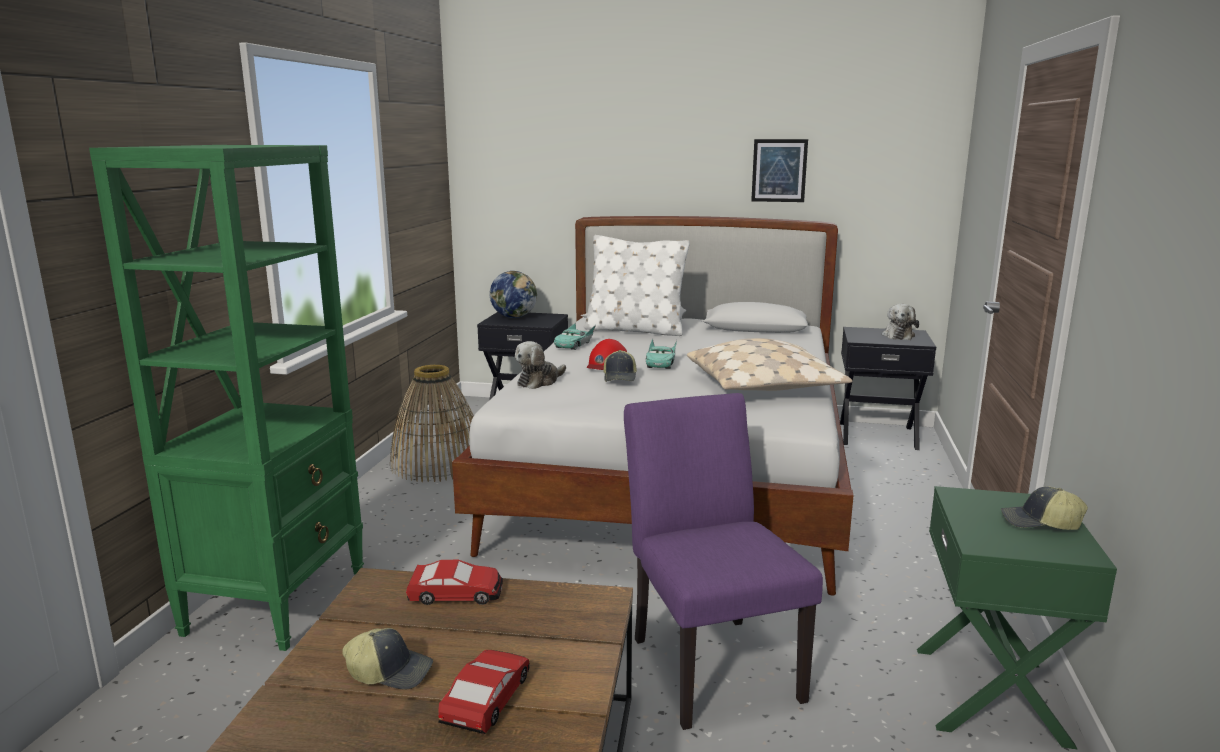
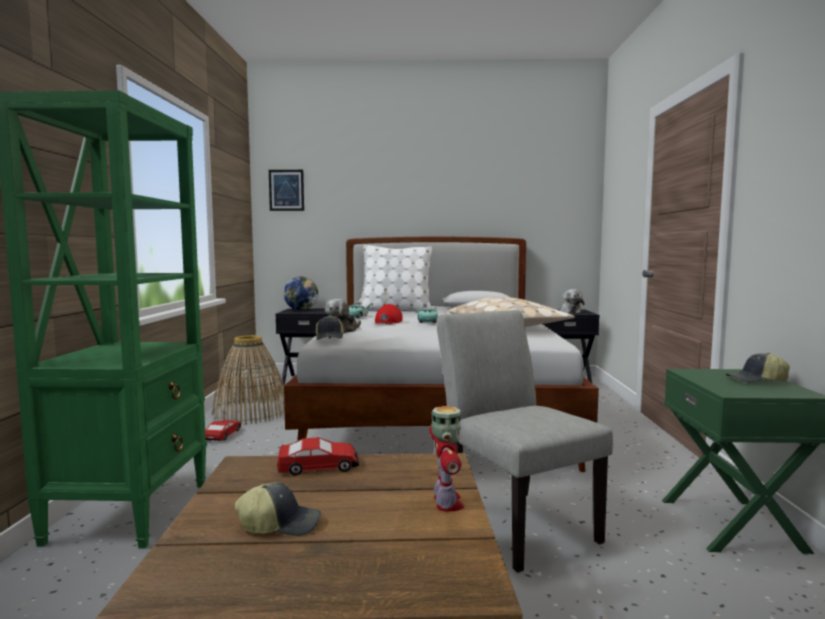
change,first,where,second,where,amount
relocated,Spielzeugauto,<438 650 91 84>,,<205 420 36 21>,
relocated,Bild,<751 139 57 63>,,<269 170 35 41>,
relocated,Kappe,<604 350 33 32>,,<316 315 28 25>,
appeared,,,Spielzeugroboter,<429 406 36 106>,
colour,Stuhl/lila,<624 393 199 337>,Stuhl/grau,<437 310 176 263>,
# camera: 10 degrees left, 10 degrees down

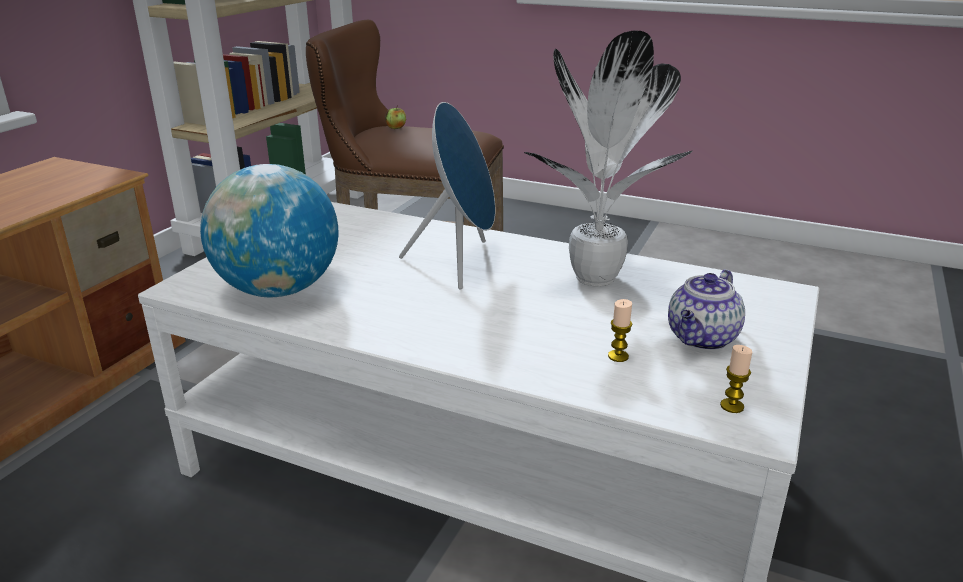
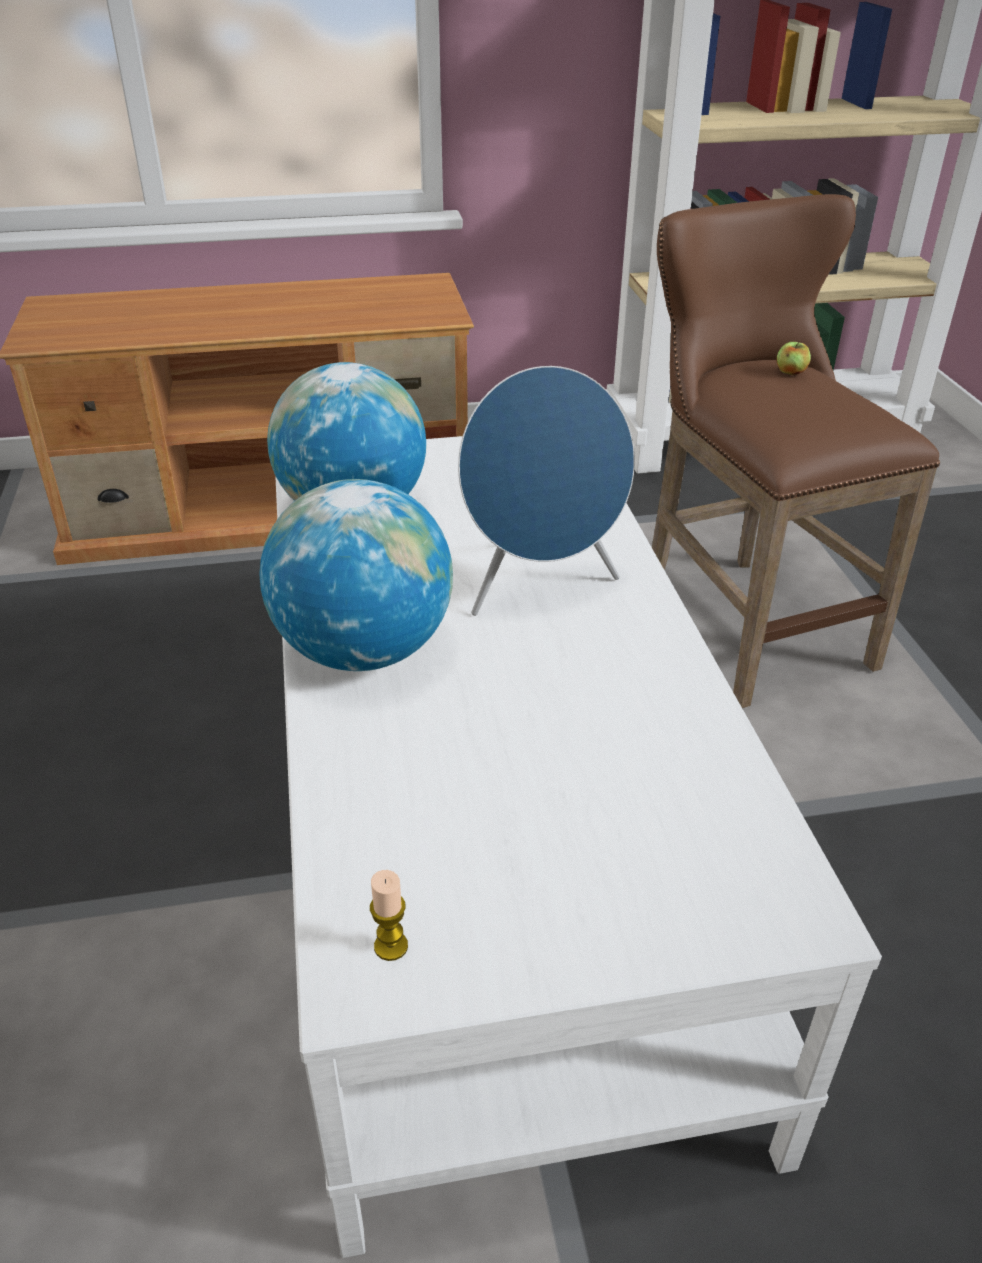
change,first,where,second,where,amount
appeared,,,Globus,<260 479 193 192>,
missing,Topfpflanze,<524 31 169 256>,,,
missing,Kerze,<608 299 24 63>,,,
missing,Teekanne,<668 270 77 80>,,,
# camera: 55 degrees right, 10 degrees up

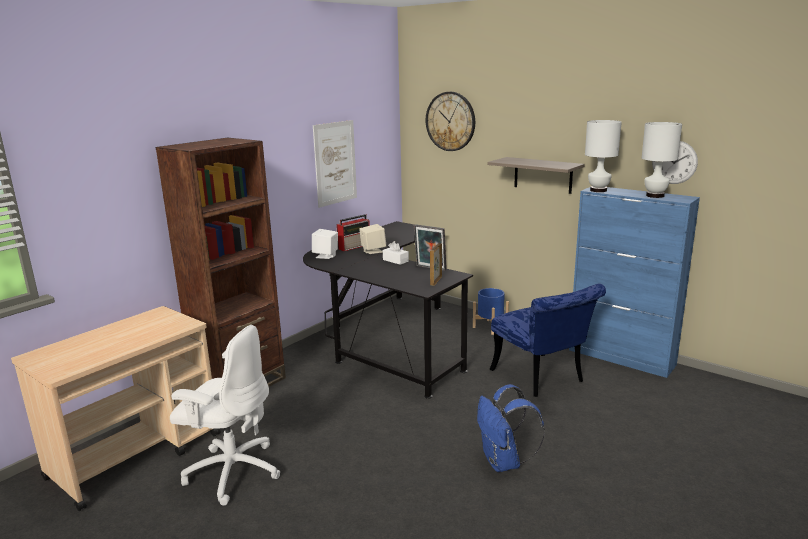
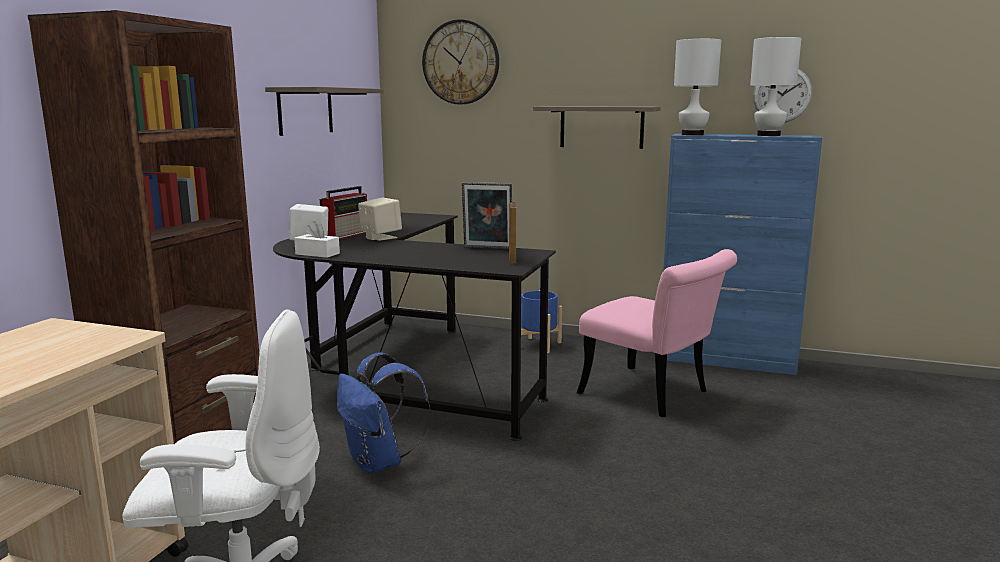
change,first,where,second,where,amount
exchanged,Bild,<313 120 44 88>,Wandregal,<265 87 119 49>,
relocated,Taschentuchbox/weiß,<383 241 26 24>,,<294 221 46 37>,
relocated,Rucksack/blau,<477 384 68 88>,,<337 352 93 122>,
colour,Stuhl/blau,<489 284 117 113>,Stuhl/rosa,<577 249 160 168>,
# camera: 20 degrees left, 5 degrees down

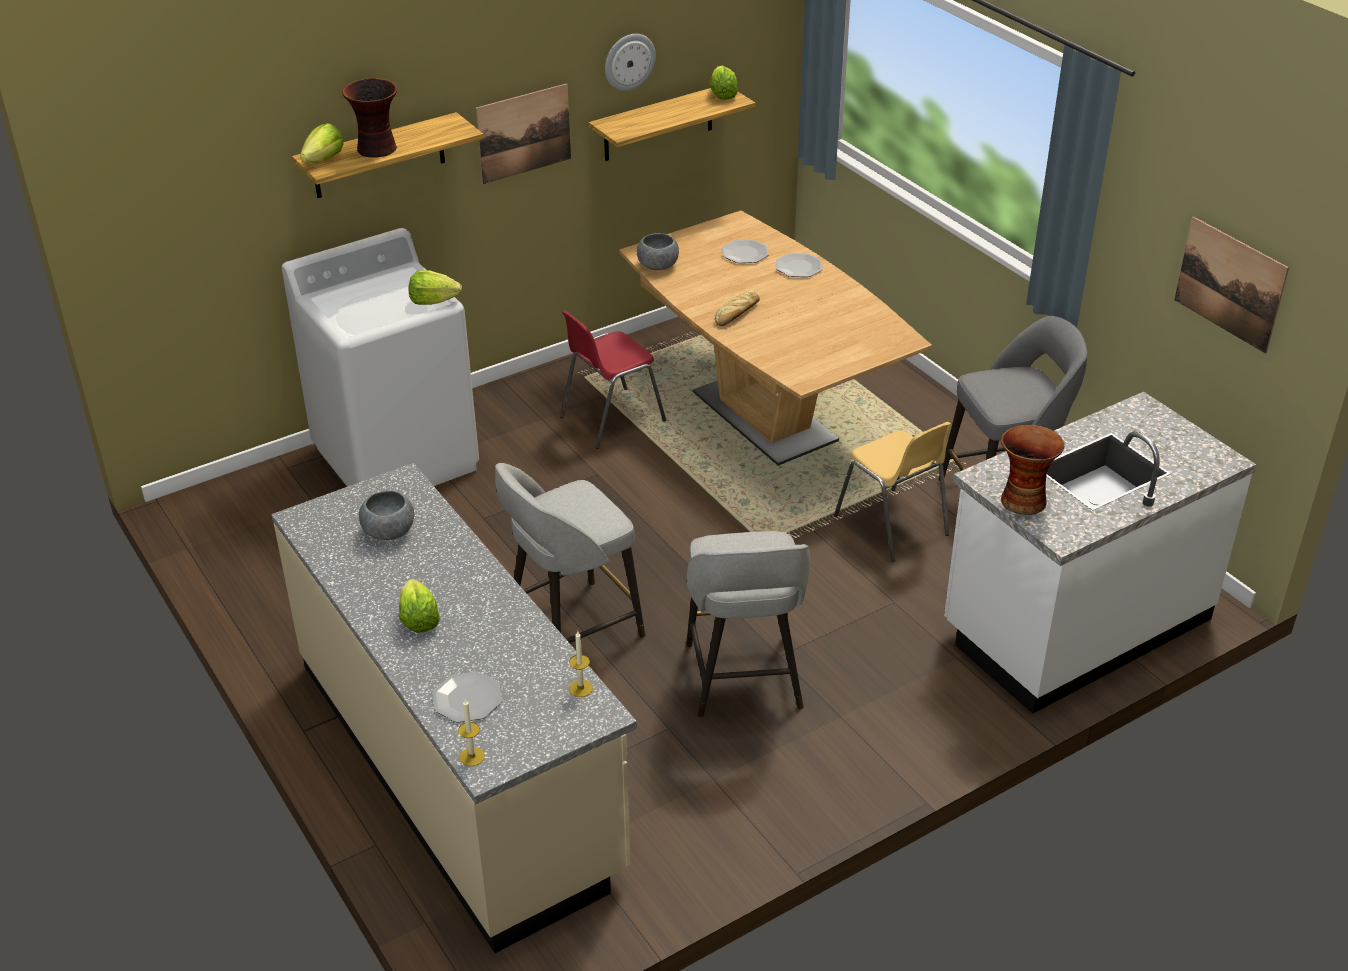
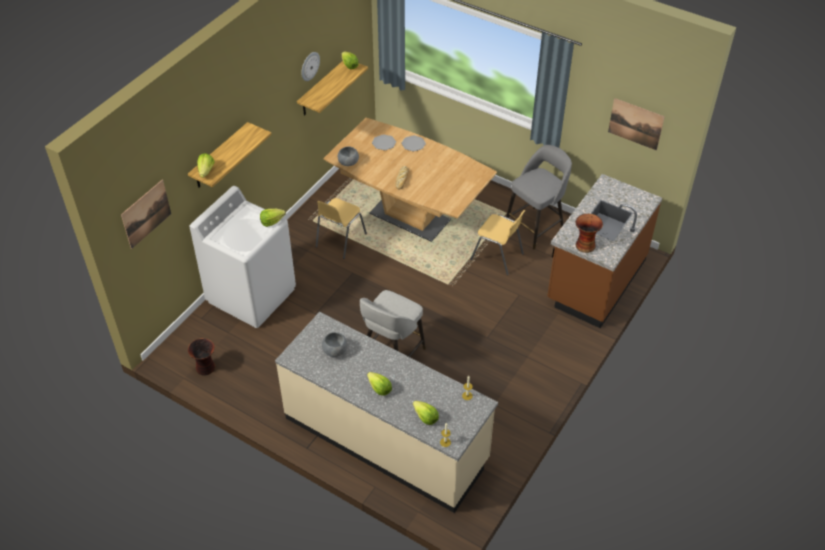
change,first,where,second,where,amount
relocated,Bild,<476 83 95 101>,,<121 180 50 69>,
relocated,Vase,<342 78 55 80>,,<188 338 27 38>,
colour,Stuhl/rot,<560 311 107 138>,Stuhl/gelb,<316 198 51 61>,
exchanged,Teller,<433 672 69 50>,Salatkopf,<413 401 26 24>,
colour,Küchenzeile/weiß,<944 392 312 322>,Küchenzeile/braun,<547 174 115 154>,
missing,Hocker/grau,<686 531 124 186>,,,
# camera: 25 degrees left, 10 degrees up

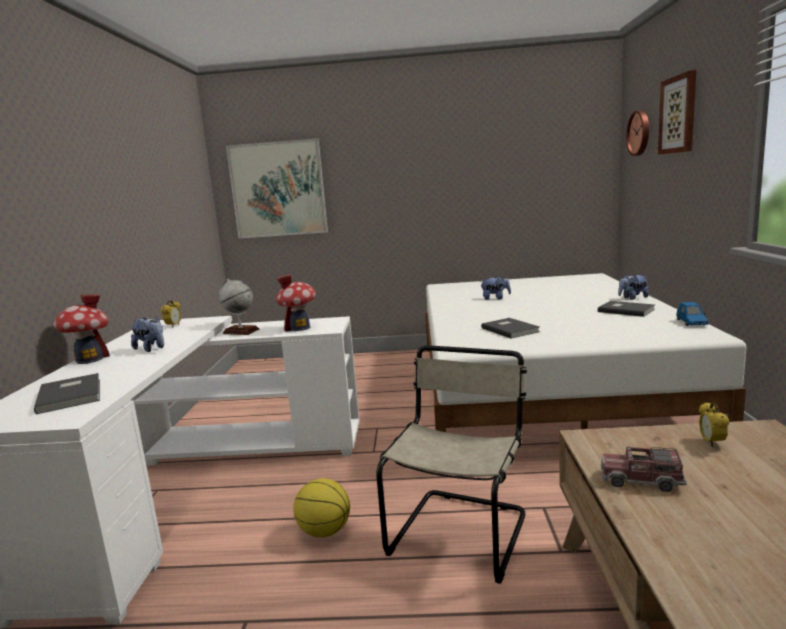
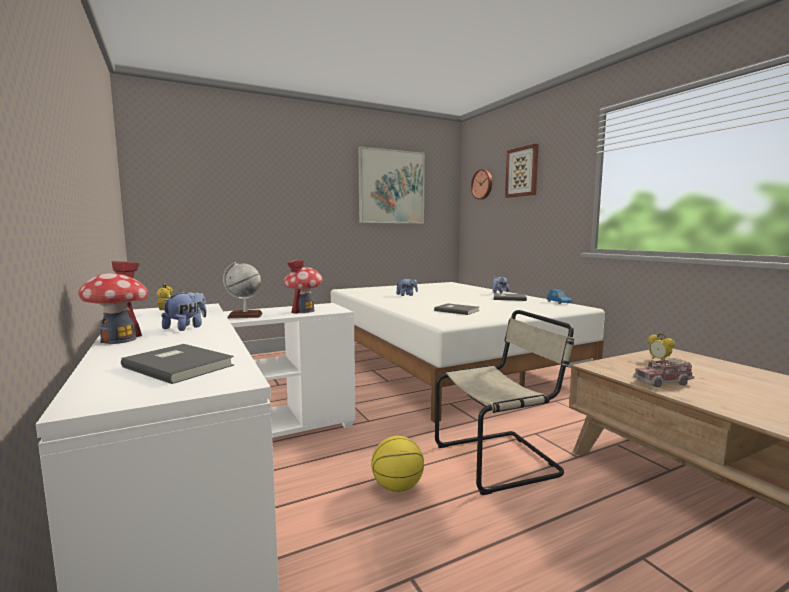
change,first,where,second,where,amount
spun,Plüschtier,<131 316 33 36>,,<162 290 45 41>,75 degrees counterclockwise
relocated,Bild,<226 138 102 101>,,<358 147 67 76>,
spun,Stuhl/beige,<376 345 151 238>,,<435 310 139 185>,75 degrees clockwise
# camera: 30 degrees left, 5 degrees down

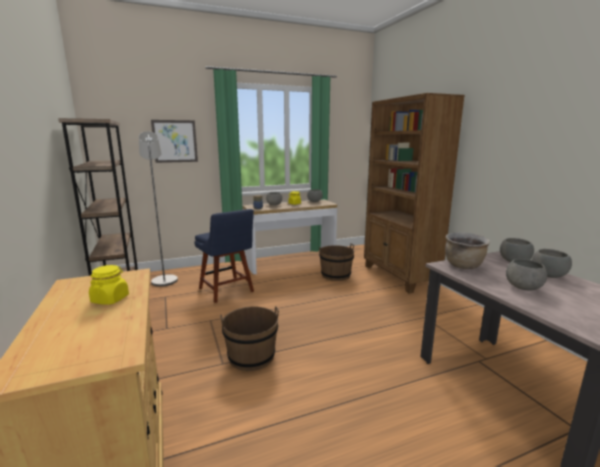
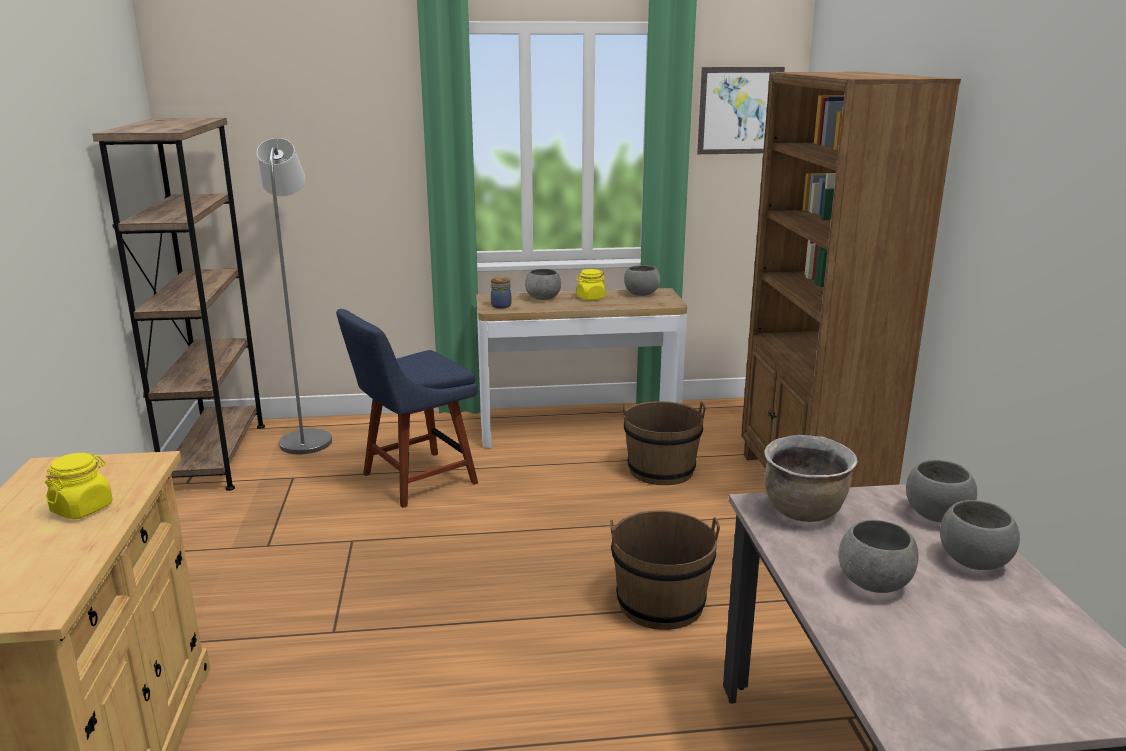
change,first,where,second,where,amount
spun,Stuhl/blau,<194 209 60 94>,,<336 309 142 199>,75 degrees clockwise
relocated,Eimer/braun,<220 306 59 65>,,<610 510 110 120>,
relocated,Bild,<151 120 47 43>,,<697 67 88 87>,
# camera: 15 degrees right, 5 degrees up

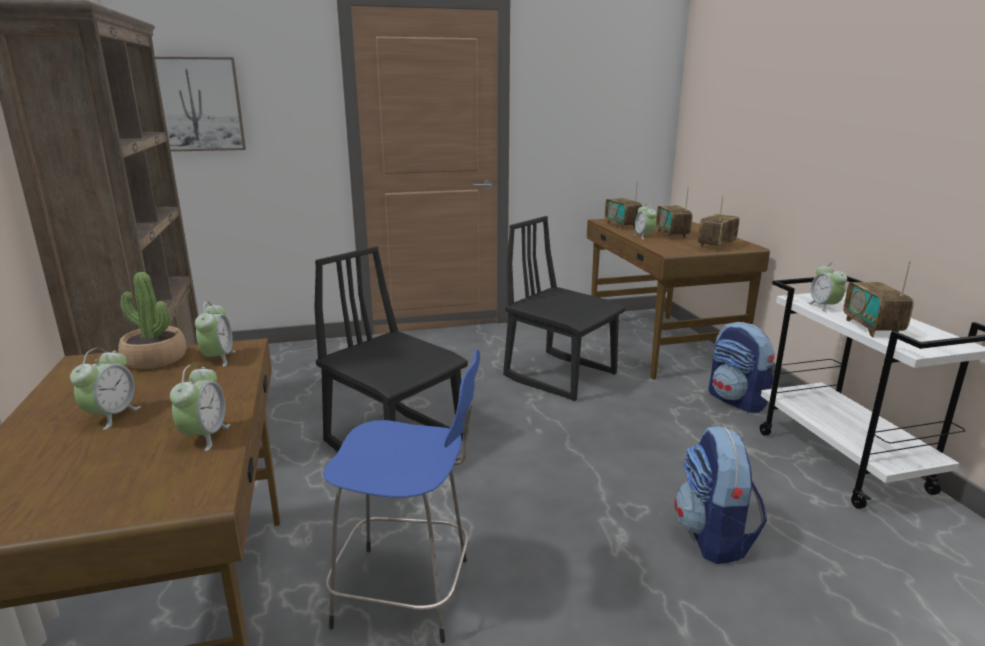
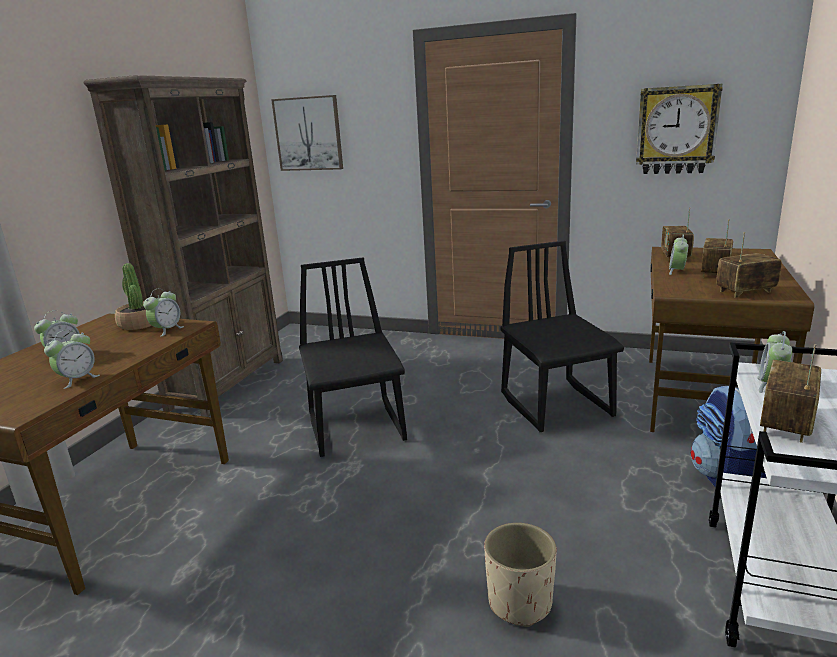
change,first,where,second,where,amount
exchanged,Rucksack,<675 426 92 138>,Pflanzkübel/beige,<484 523 73 104>,
appeared,,,Wanduhr,<636 84 87 90>,
missing,Hocker/blau,<323 349 157 294>,,,
# camera: 35 degrees right, 0 degrees up

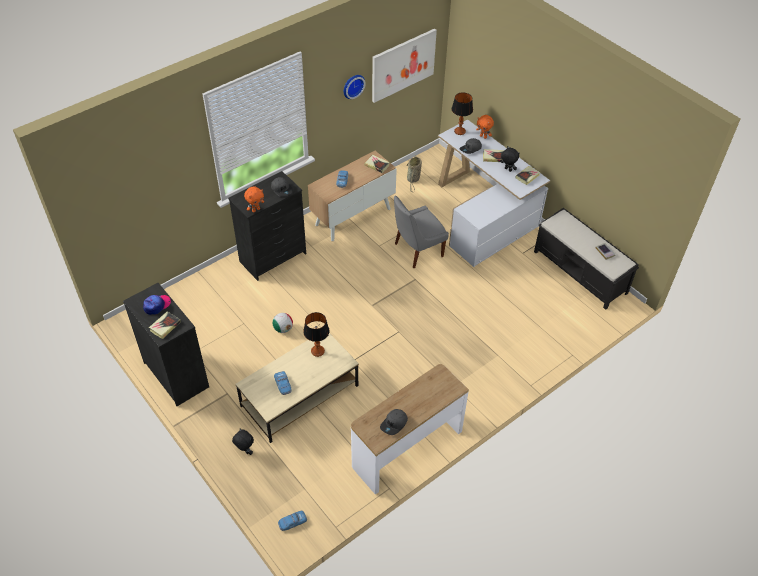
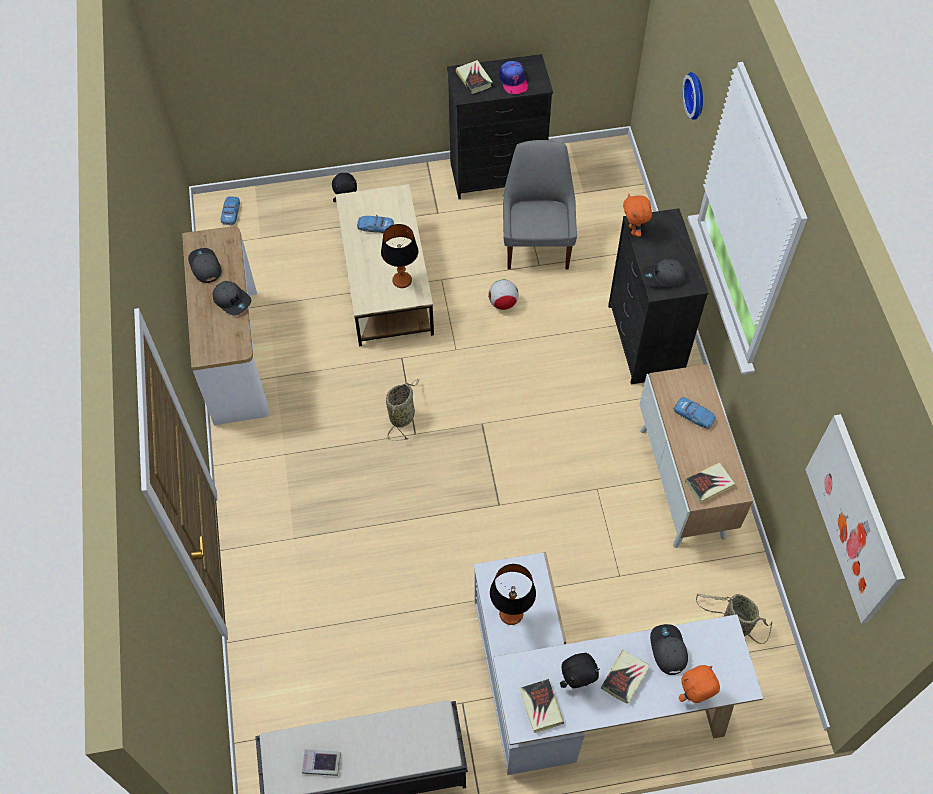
change,first,where,second,where,amount
appeared,,,Kappe/grau,<213 281 38 35>,
appeared,,,Korb,<386 379 33 62>,
relocated,Tischlampe,<452 92 21 43>,,<490 564 46 61>,
relocated,Stuhl/grau,<394 195 55 73>,,<503 140 74 130>,
relocated,Wanduhr,<344 75 22 24>,,<682 72 21 48>,
# camera: 120 degrees right, 10 degrees up

